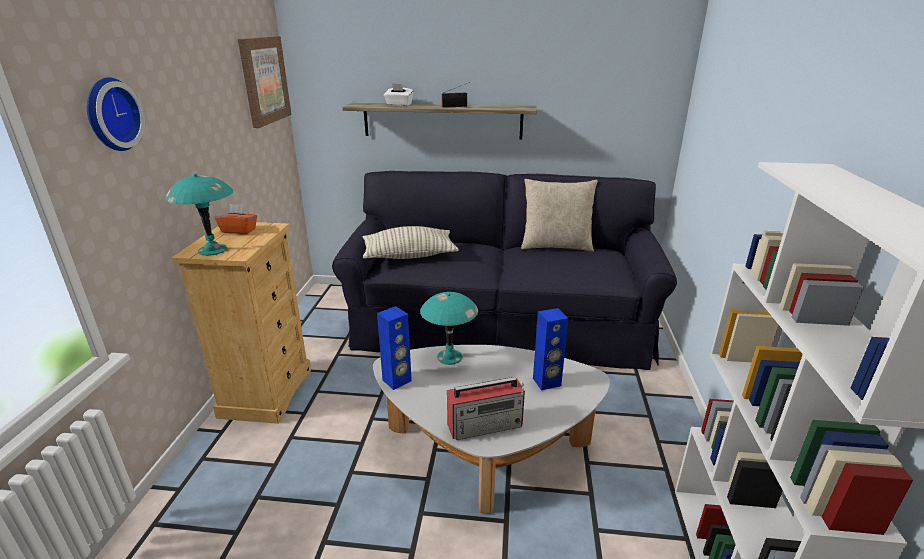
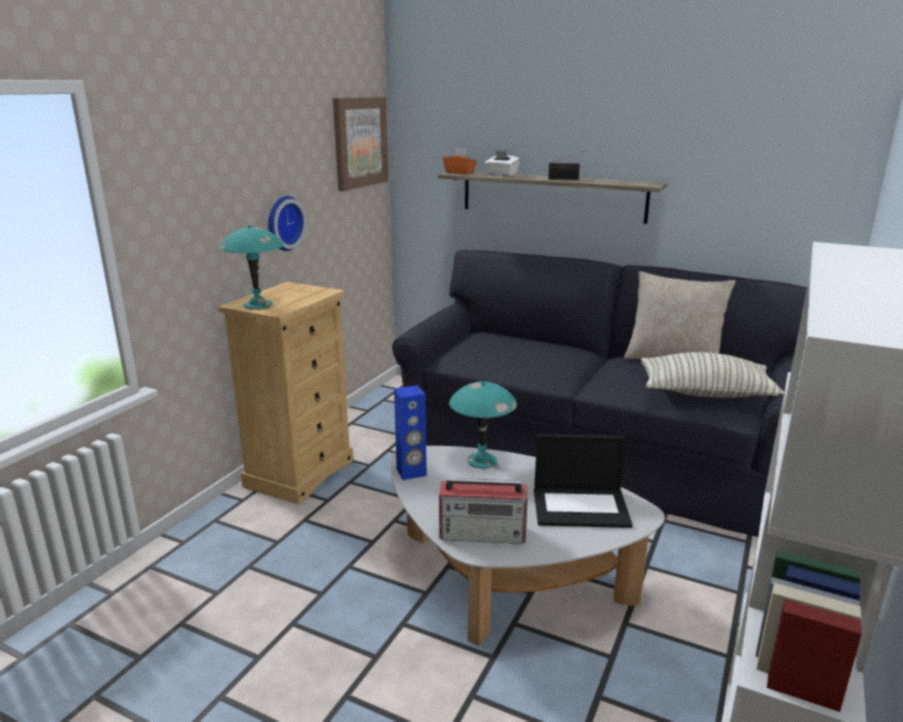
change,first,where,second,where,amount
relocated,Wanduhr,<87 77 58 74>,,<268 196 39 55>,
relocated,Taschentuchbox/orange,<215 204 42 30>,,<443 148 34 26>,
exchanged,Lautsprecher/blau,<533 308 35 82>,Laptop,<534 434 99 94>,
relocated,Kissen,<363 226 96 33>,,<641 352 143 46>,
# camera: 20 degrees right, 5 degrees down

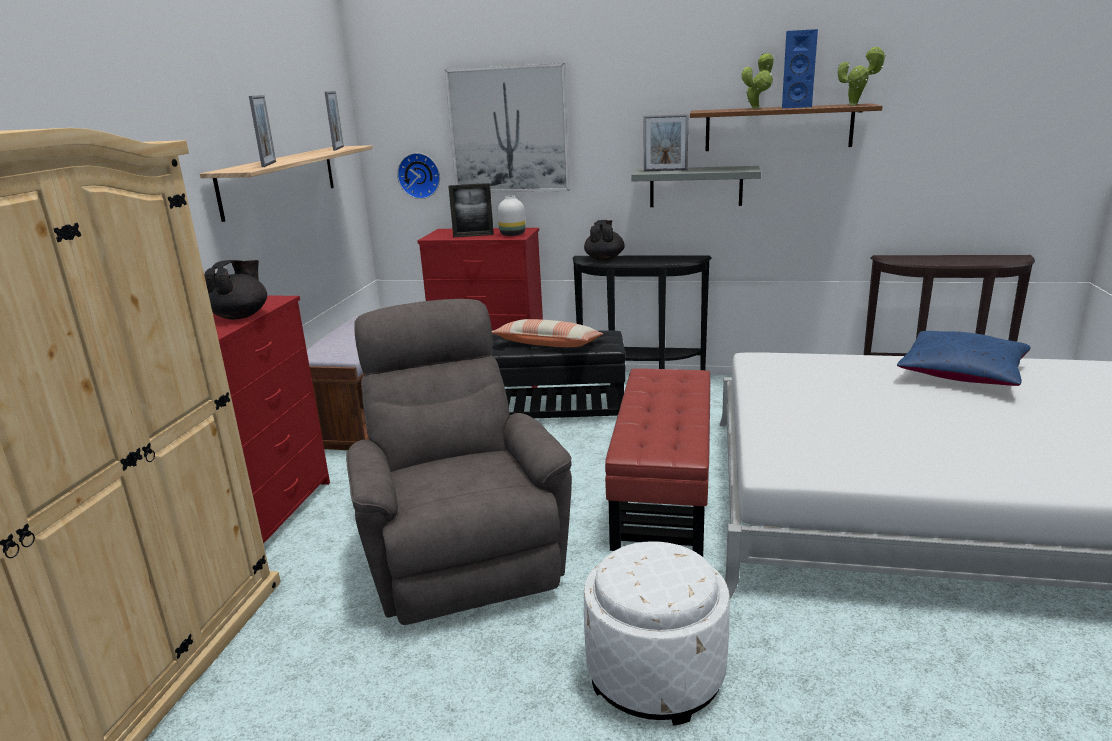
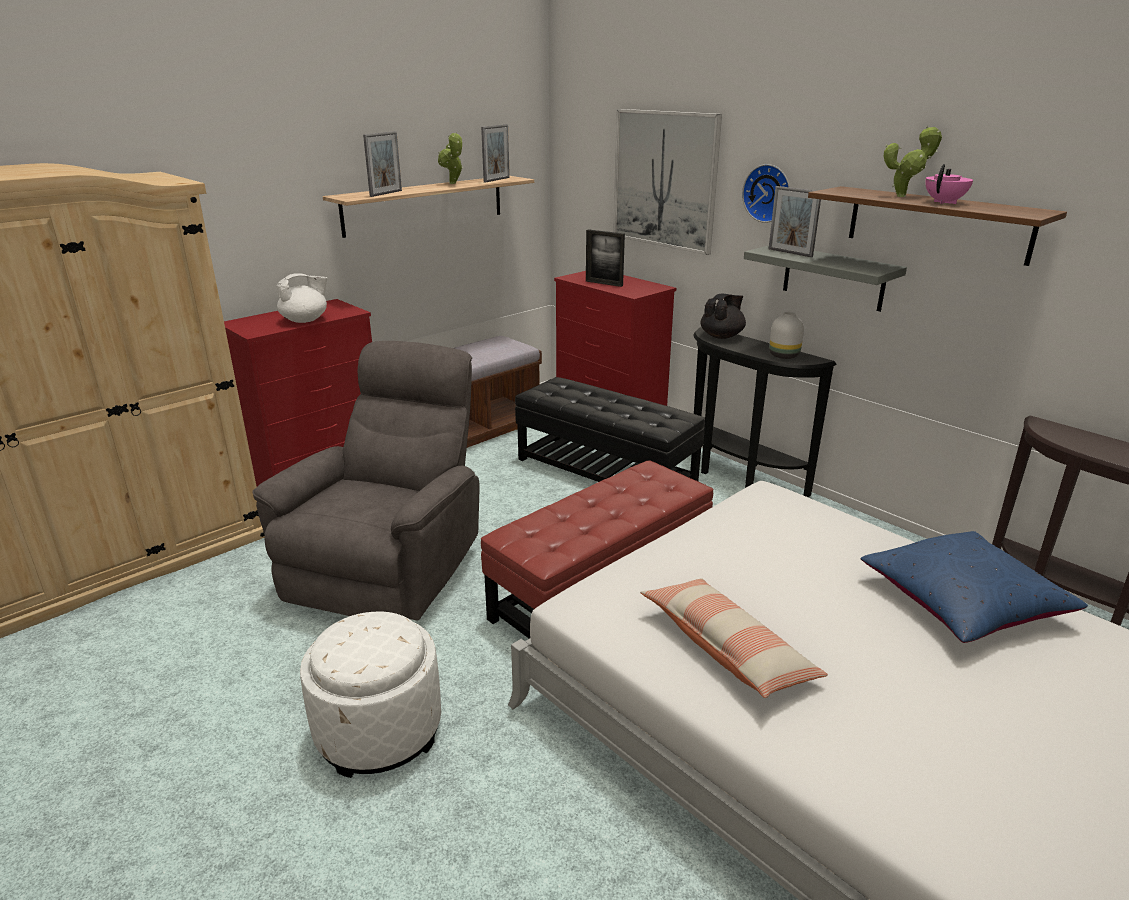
change,first,where,second,where,amount
colour,Teekanne/schwarz,<204 260 63 60>,Teekanne/weiß,<277 273 50 50>,
relocated,Topfpflanze,<838 46 48 59>,,<438 132 25 52>,
relocated,Kissen,<492 319 111 28>,,<640 578 188 120>,
relocated,Wanduhr,<397 153 43 46>,,<742 164 48 59>,
relocated,Vase/weiß,<498 196 28 40>,,<769 312 35 47>,
exchanged,Lautsprecher/blau,<782 29 36 79>,Teekanne/rosa,<925 164 48 40>,
# camera: 35 degrees right, 5 degrees up

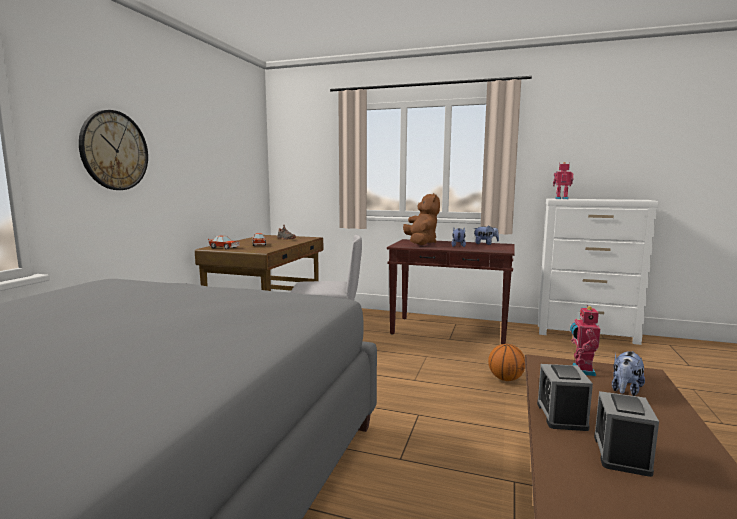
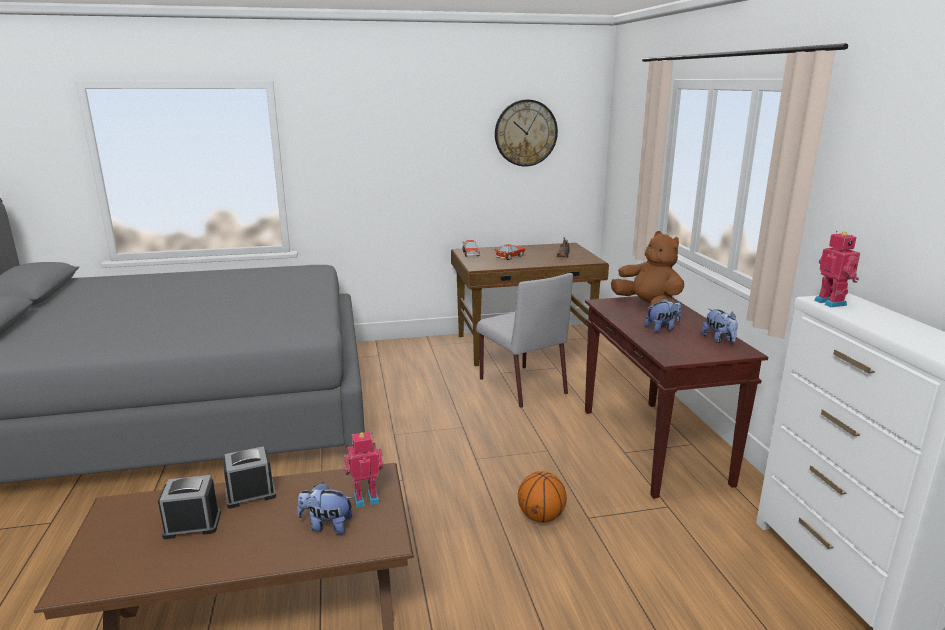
change,first,where,second,where,amount
relocated,Wanduhr,<79 110 69 80>,,<495 99 63 68>,
spun,Plüschtier/braun,<403 193 37 52>,,<611 231 73 76>,90 degrees counterclockwise
# camera: 60 degrees right, 10 degrees up

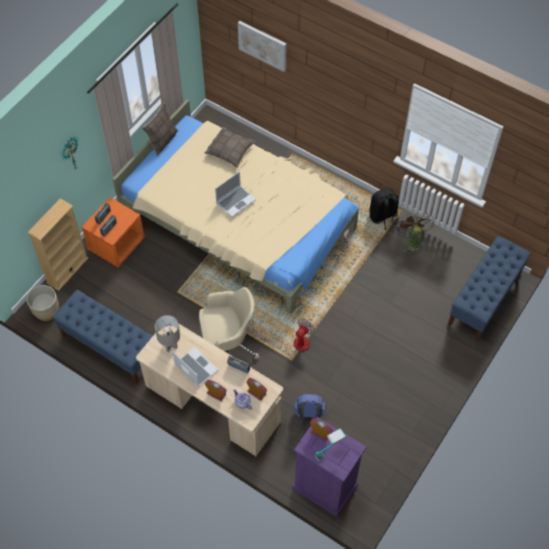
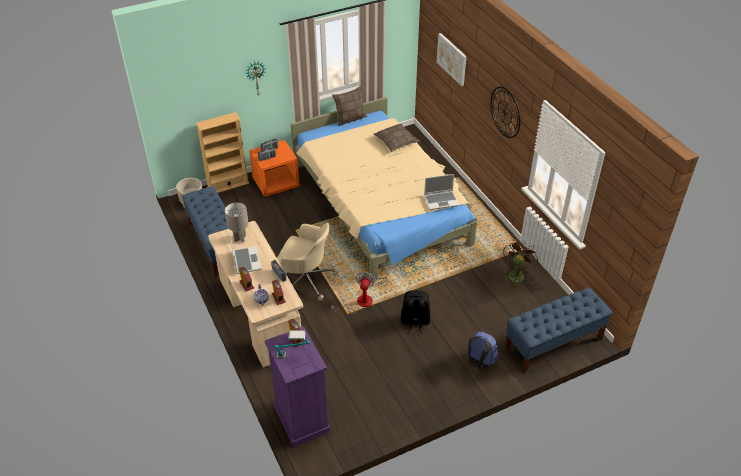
change,first,where,second,where,amount
spun,Ventilator,<261 318 54 35>,,<331 272 45 42>,60 degrees counterclockwise
relocated,Rucksack/schwarz,<370 188 29 42>,,<401 290 29 44>,
relocated,Laptop,<215 171 41 46>,,<424 174 35 36>,
relocated,Rucksack/blau,<294 394 31 33>,,<468 331 31 39>,
appeared,,,Wanduhr,<490 86 30 52>,
# camera: 30 degrees right, 15 degrees down

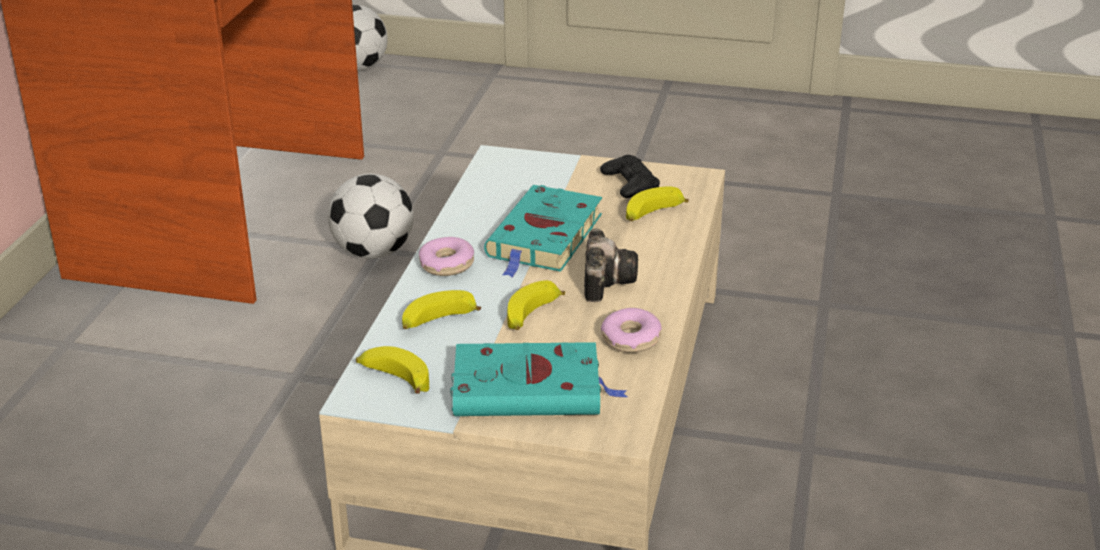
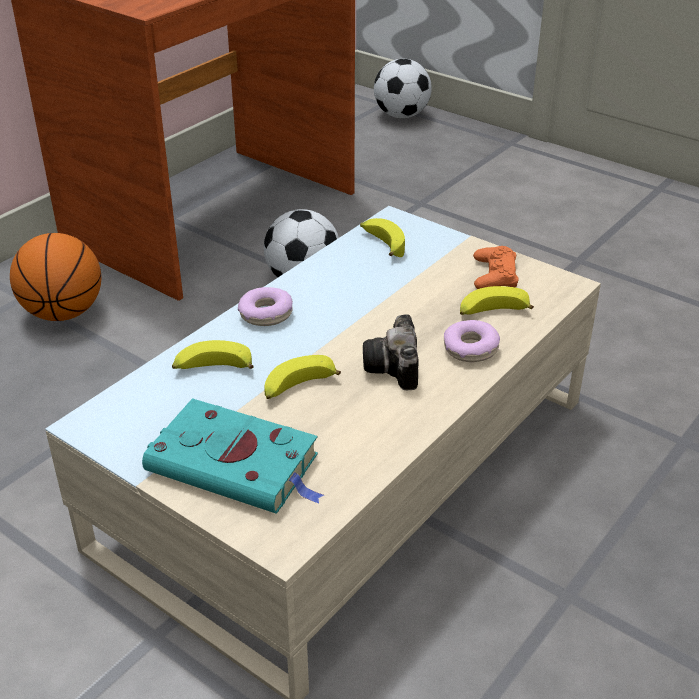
change,first,where,second,where,amount
appeared,,,Basketball,<10 233 91 88>,
relocated,Banane,<356 346 73 48>,,<360 218 45 39>,
spun,Kamera,<584 229 54 73>,,<363 314 56 76>,150 degrees clockwise
relocated,Donut,<601 308 61 45>,,<444 320 56 42>,
colour,Gamepad/schwarz,<600 155 60 43>,Gamepad/orange,<473 246 46 43>,
missing,Buch/türkis,<484 185 118 92>,,,
# camera: 25 degrees right, 5 degrees up

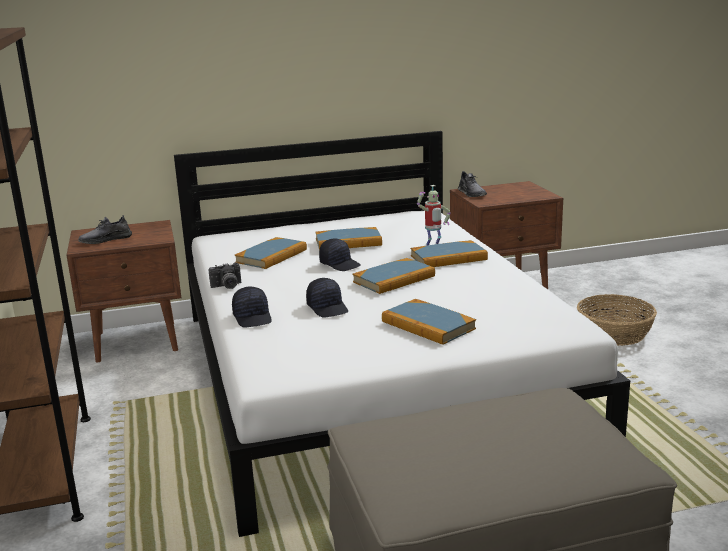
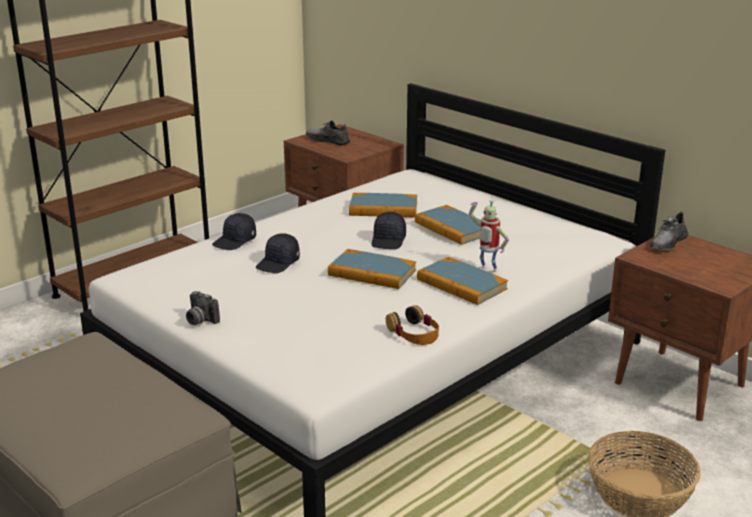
change,first,where,second,where,amount
relocated,Kamera,<209 262 32 27>,,<186 291 34 34>,
appeared,,,Kopfhörer,<386 305 53 40>,
missing,Buch,<382 299 94 46>,,,
# camera: 60 degrees right, 5 degrees up

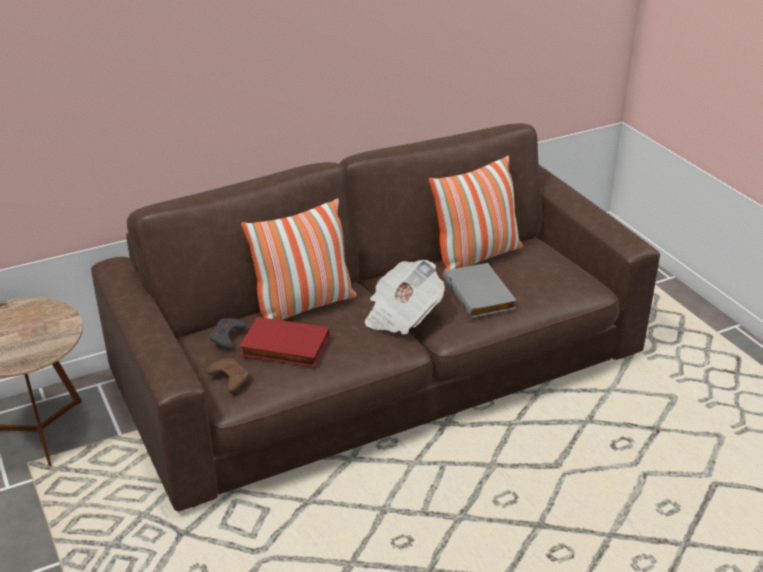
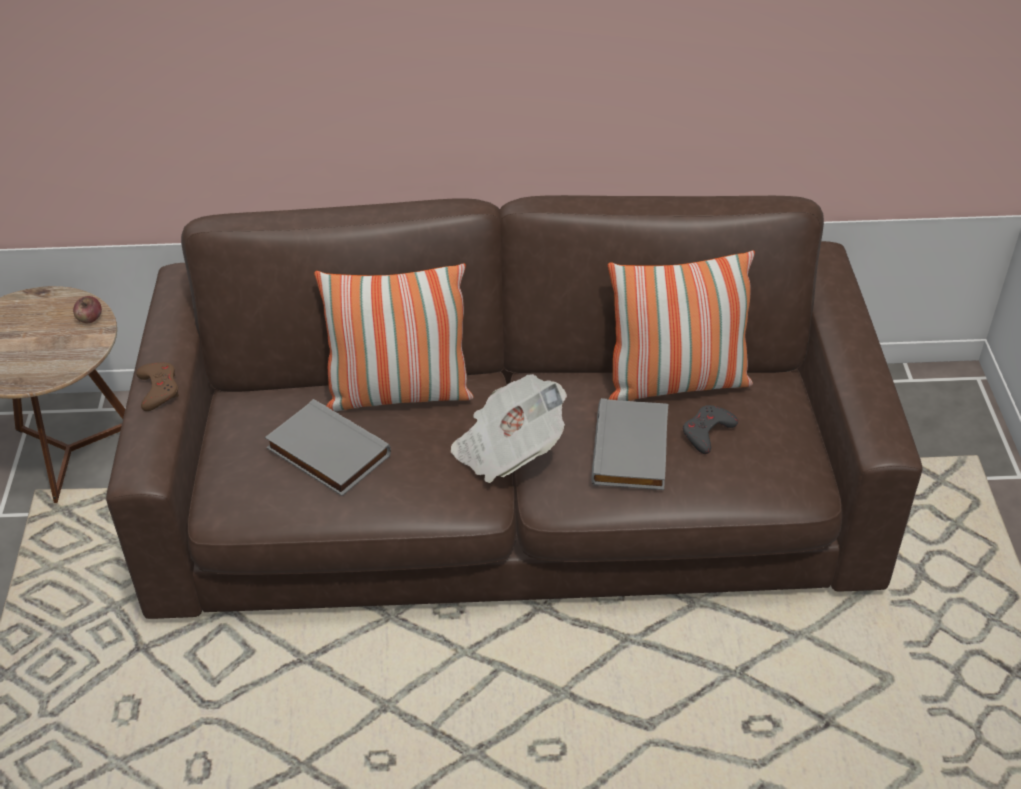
change,first,where,second,where,amount
appeared,,,Apfel,<73 296 29 27>,
relocated,Gamepad/braun,<206 358 43 35>,,<136 363 43 48>,
colour,Buch/rot,<239 317 90 50>,Buch/grau,<265 399 126 97>,
relocated,Gamepad/grau,<209 318 38 32>,,<683 405 55 49>,
# camera: 25 degrees right, 10 degrees up

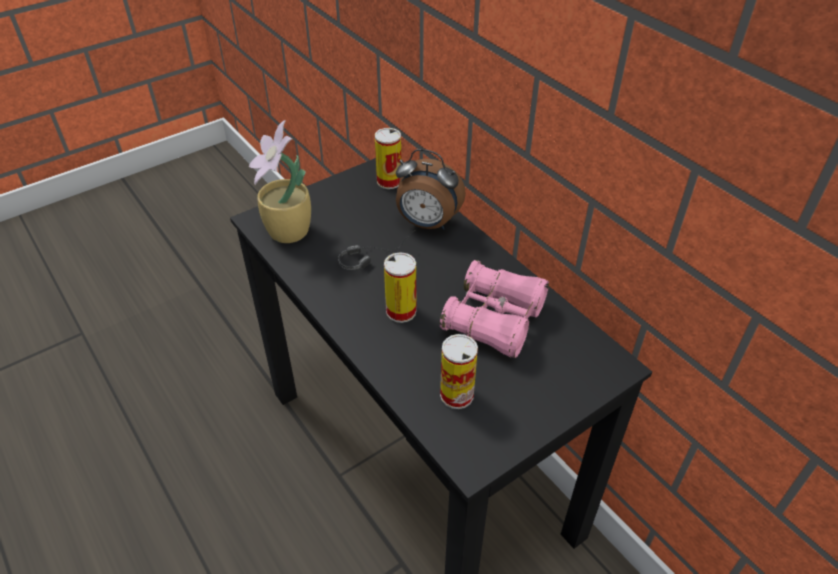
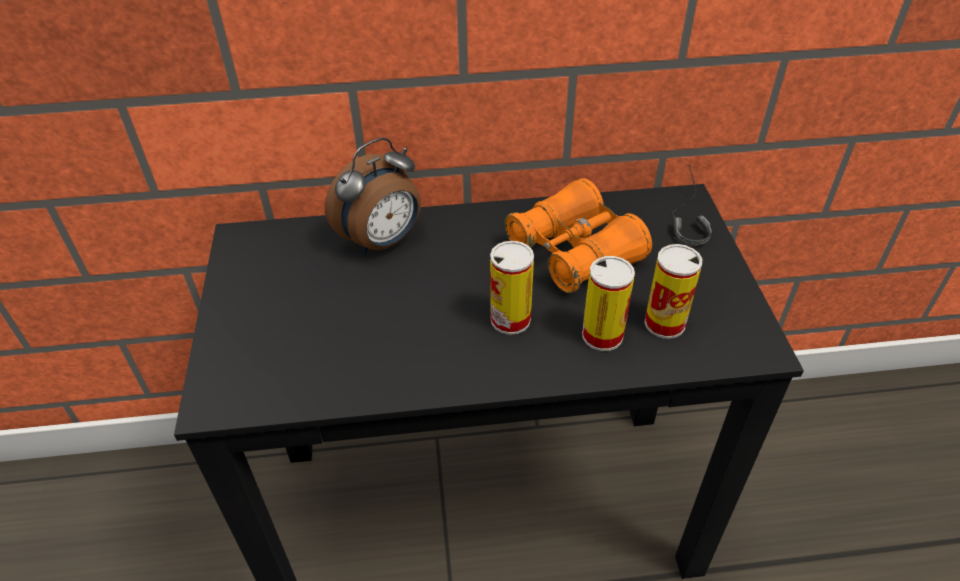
change,first,where,second,where,amount
colour,Fernglas/rosa,<440 260 109 98>,Fernglas/orange,<505 178 147 115>,
relocated,Dose,<375 128 26 61>,,<582 256 53 95>,
relocated,Kopfhörer,<338 230 77 40>,,<672 165 40 80>,
missing,Topfpflanze,<249 120 62 123>,,,
# camera: 60 degrees left, 0 degrees up

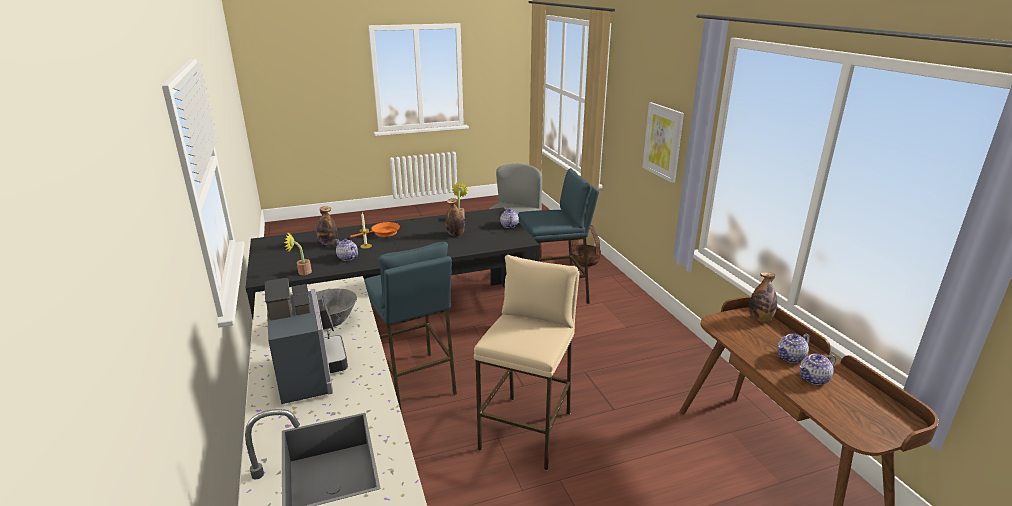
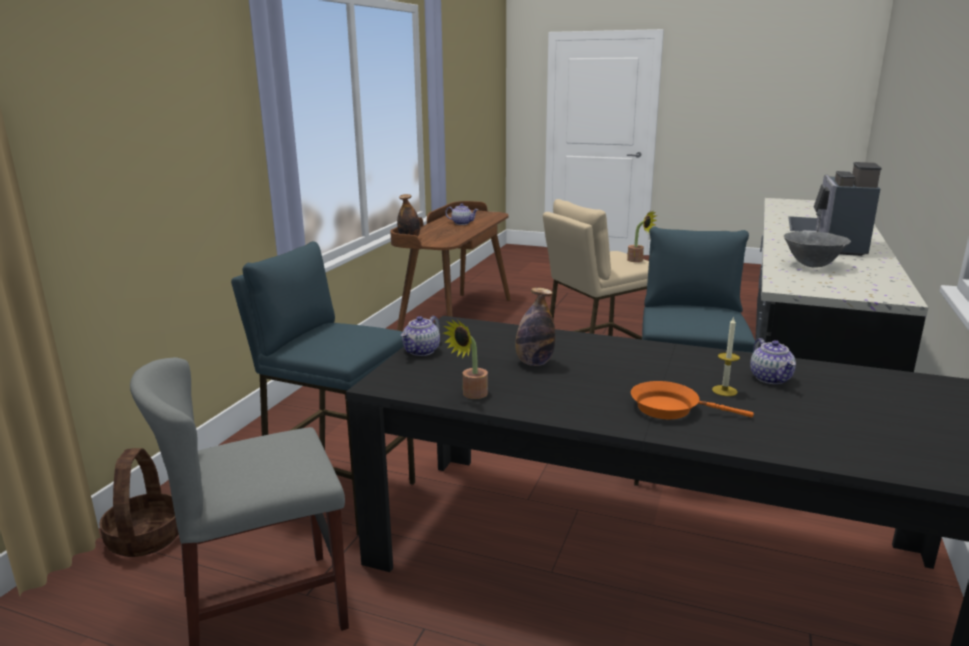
change,first,where,second,where,amount
relocated,Topfpflanze,<284 233 28 42>,,<627 211 30 51>,
missing,Flasche,<317 206 21 39>,,,
missing,Bild,<642 102 42 81>,,,
missing,Teekanne,<777 334 33 29>,,,
# camera: 140 degrees left, 5 degrees down

